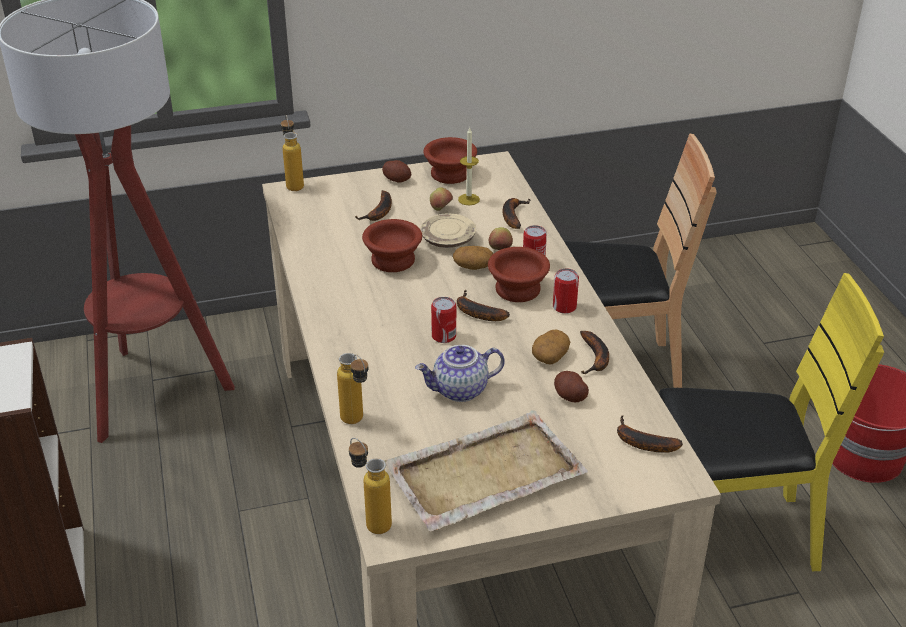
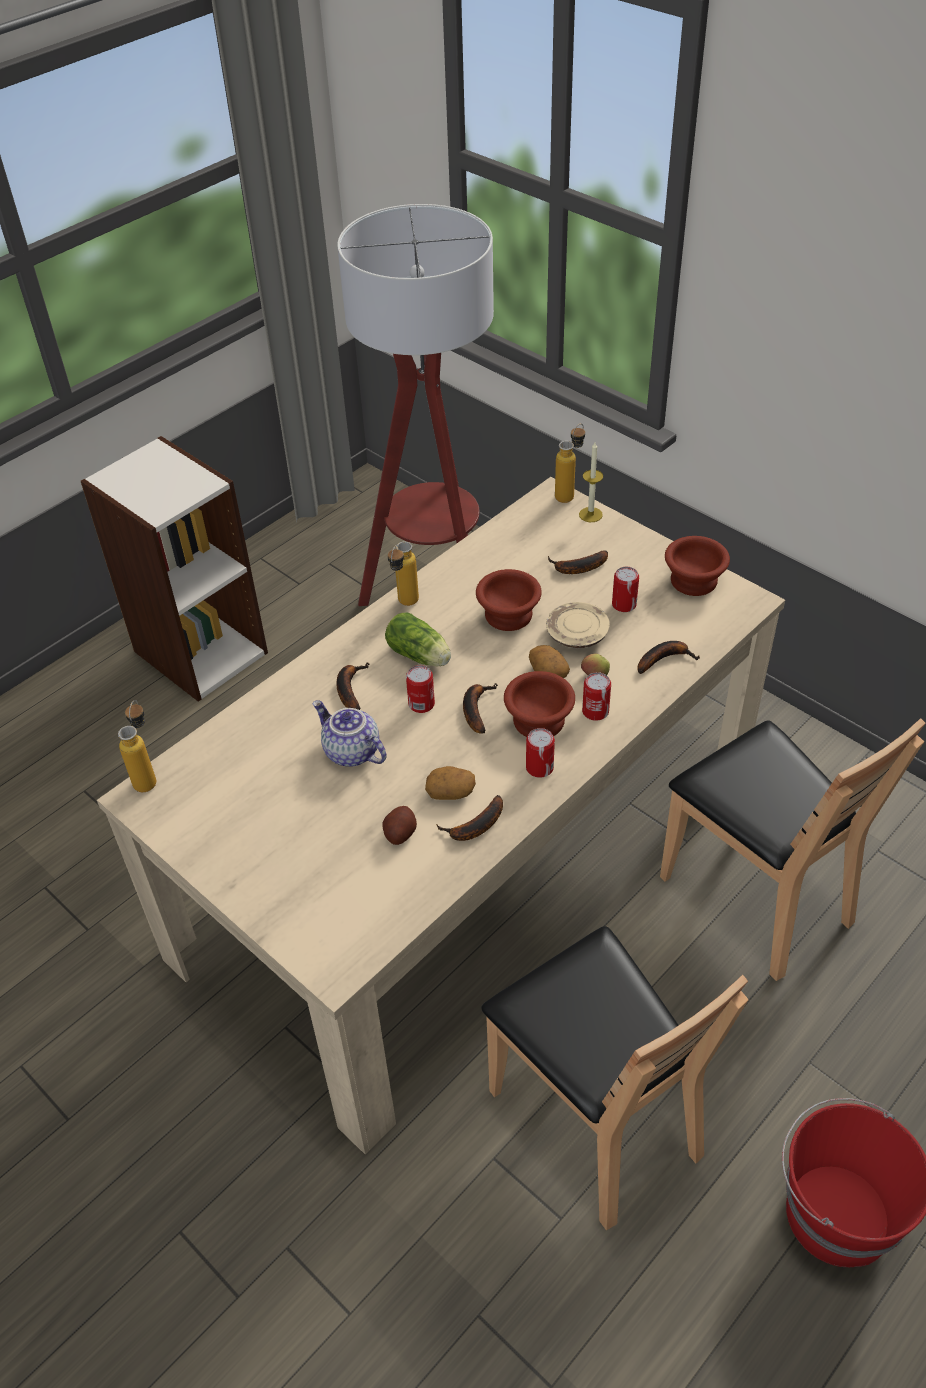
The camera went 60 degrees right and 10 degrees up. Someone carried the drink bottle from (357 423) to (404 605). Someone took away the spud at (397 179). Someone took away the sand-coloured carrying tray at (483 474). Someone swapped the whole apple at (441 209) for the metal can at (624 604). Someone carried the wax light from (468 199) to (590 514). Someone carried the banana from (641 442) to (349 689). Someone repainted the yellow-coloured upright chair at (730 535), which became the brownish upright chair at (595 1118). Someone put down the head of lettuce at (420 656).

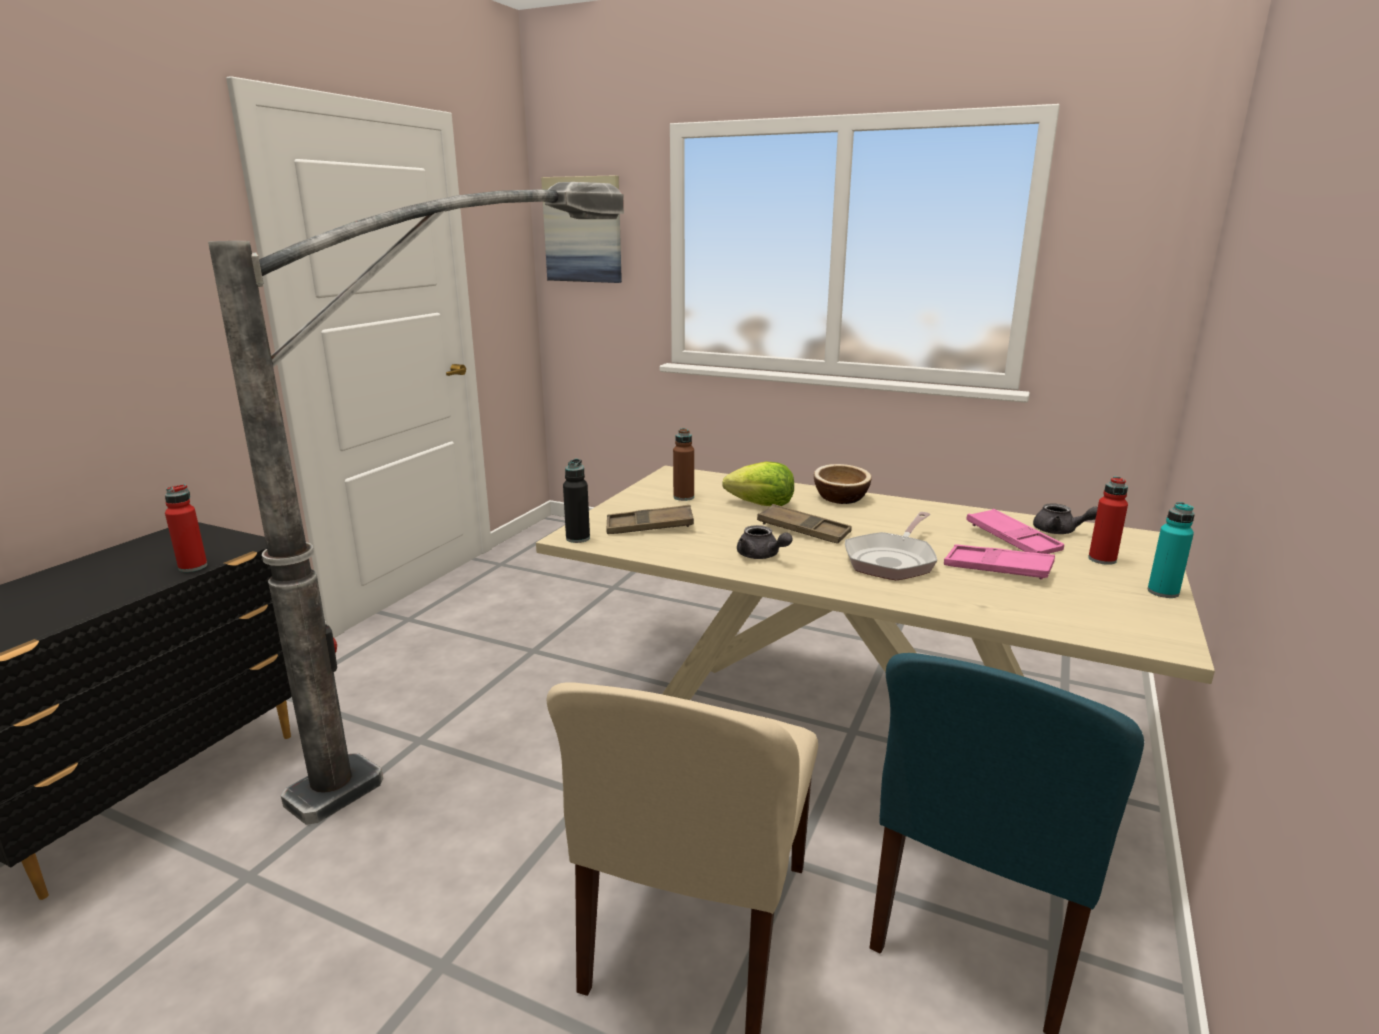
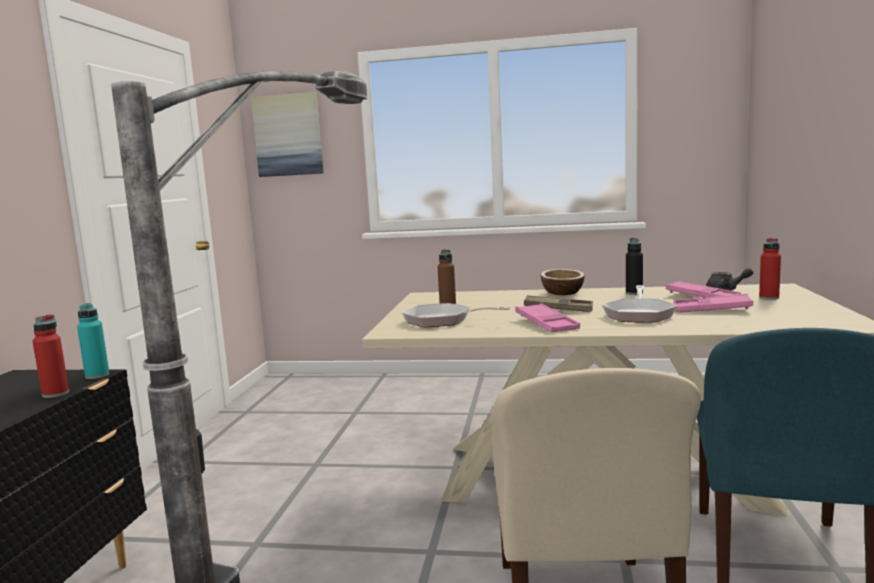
The camera went 15 degrees left and 10 degrees down. Someone carried the black drink bottle from (578 538) to (634 293). Someone swapped the brownish carrying tray at (649 527) for the skillet at (442 321). Someone took away the head of lettuce at (761 505). Someone swapped the gray pot for tea at (761 556) for the pink carrying tray at (546 324). Someone carried the turquoise-coloured drink bottle from (1163 592) to (97 376).

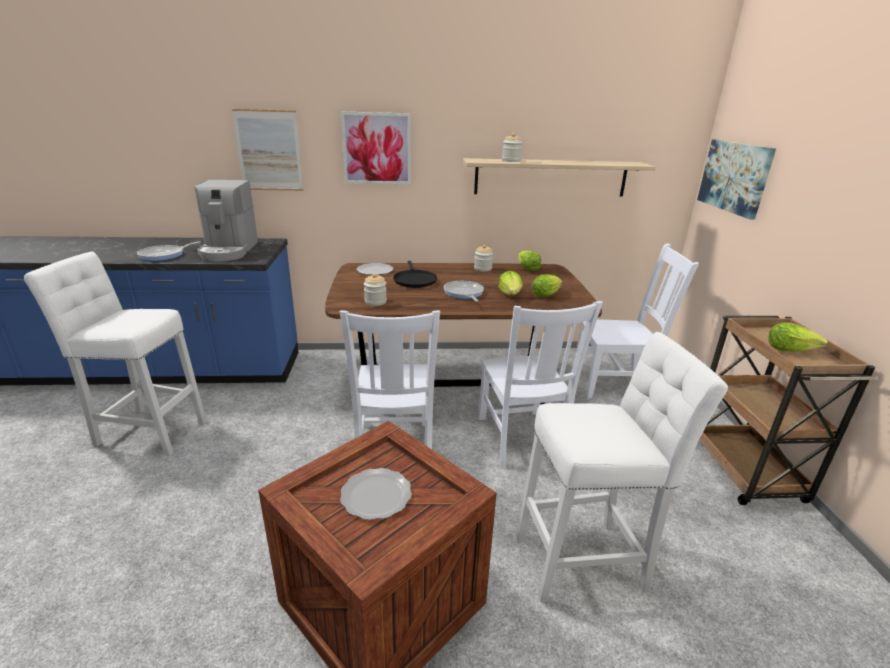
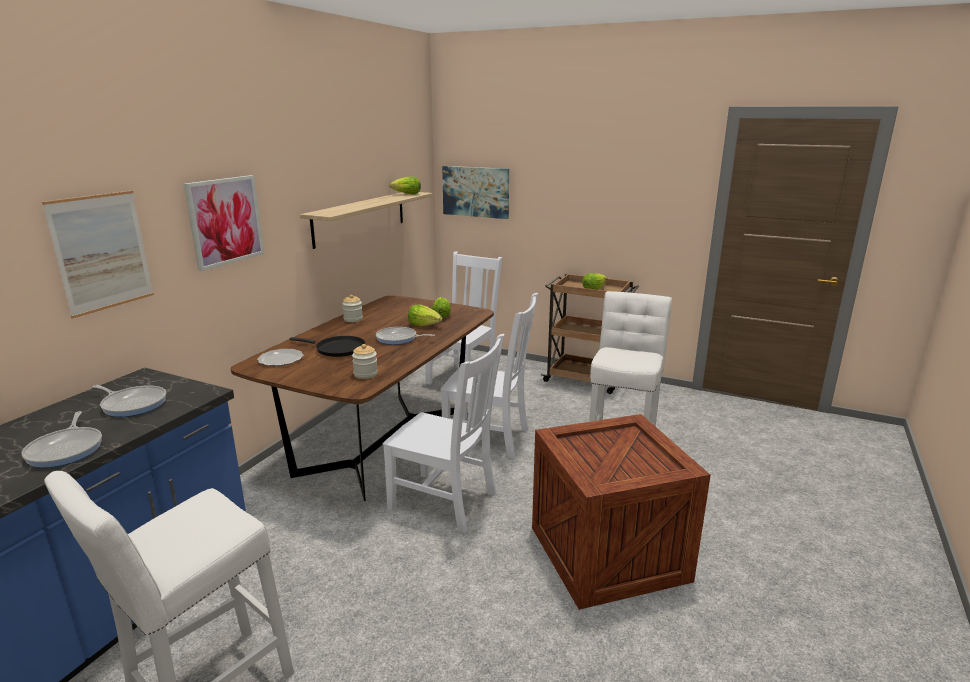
The camera went 60 degrees left and 5 degrees down. Someone swapped the coffee maker at (229 250) for the skillet at (133 404). Someone took away the dinner plate at (375 496). Someone took away the preserve jar at (511 161). Someone carried the head of lettuce from (527 268) to (406 194).

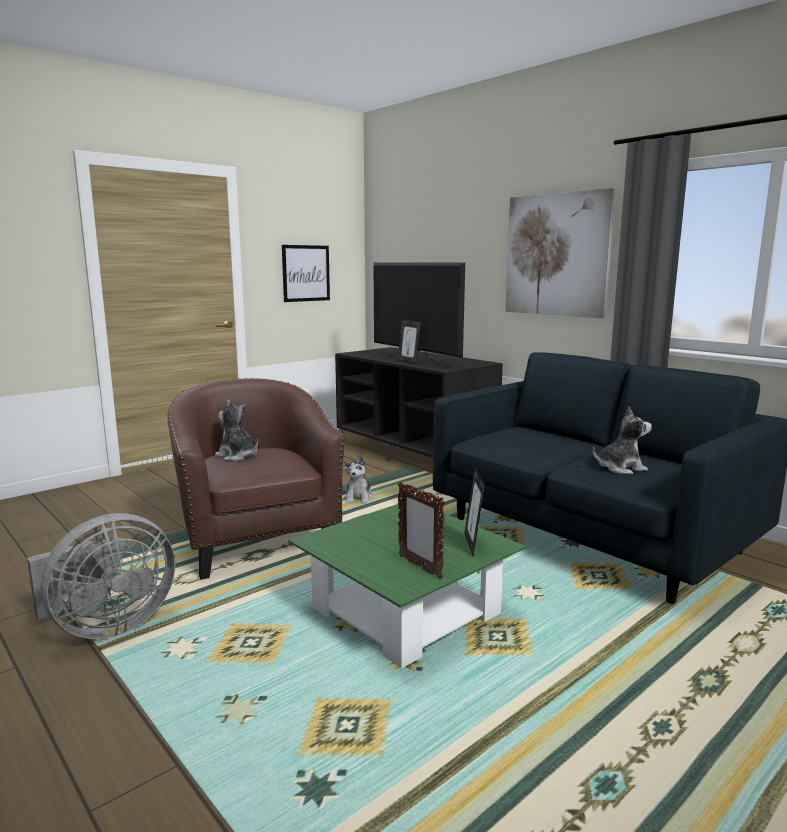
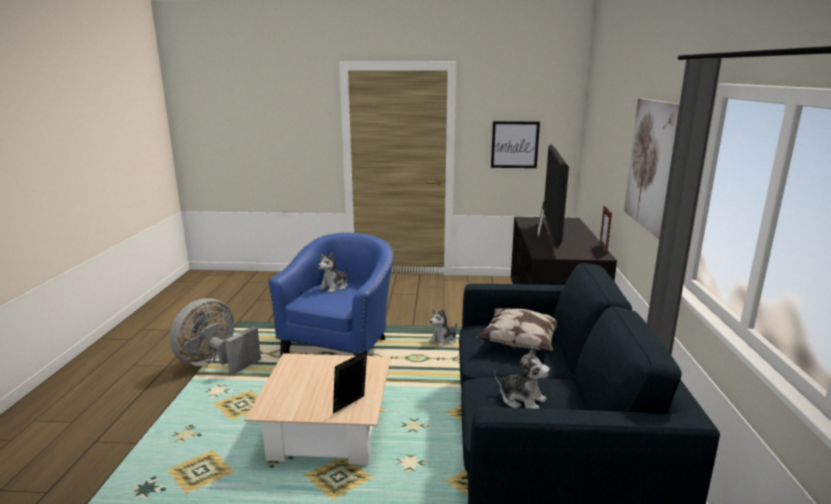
The camera went 45 degrees right and 5 degrees up. Someone rotated the gray electric fan at (107 626) by 120 degrees clockwise. Someone repainted the brownish armchair at (257 541), which became the bluish armchair at (341 346). Someone rotated the plush toy at (238 456) by 135 degrees counterclockwise. Someone repainted the greenish low table at (405 611), which became the sand-coloured low table at (327 431). Someone carried the photo frame from (420 567) to (603 248). Someone put down the throw pillow at (521 343).

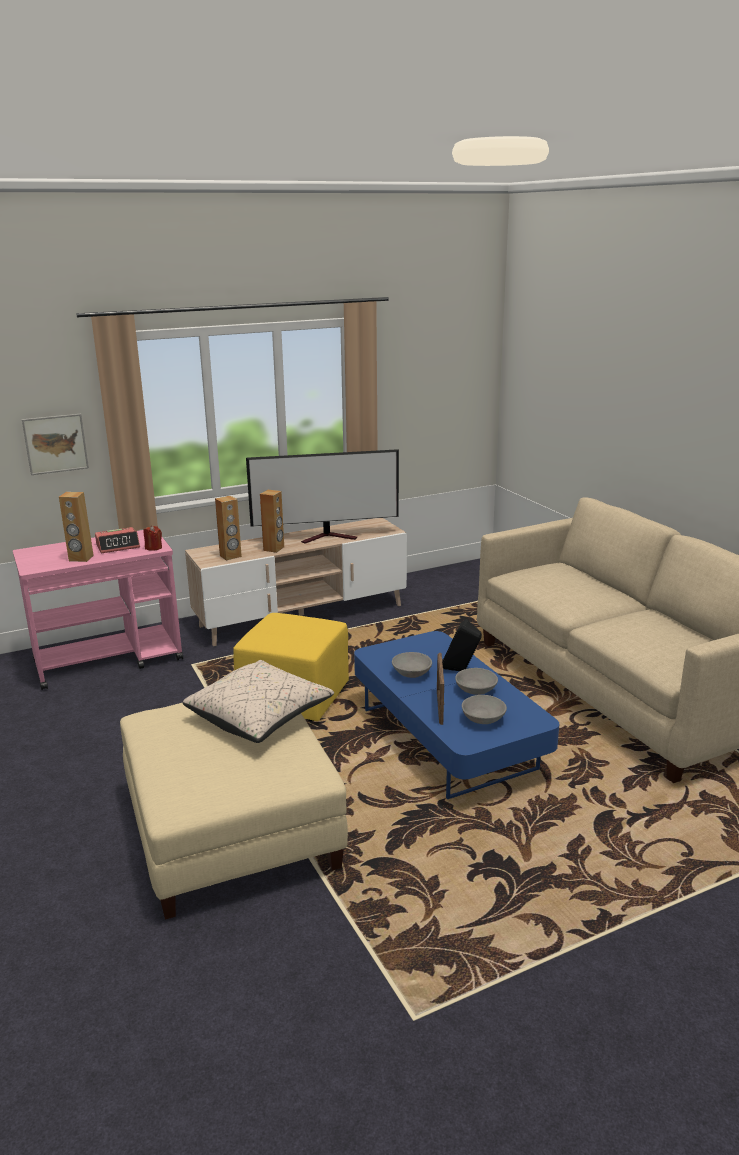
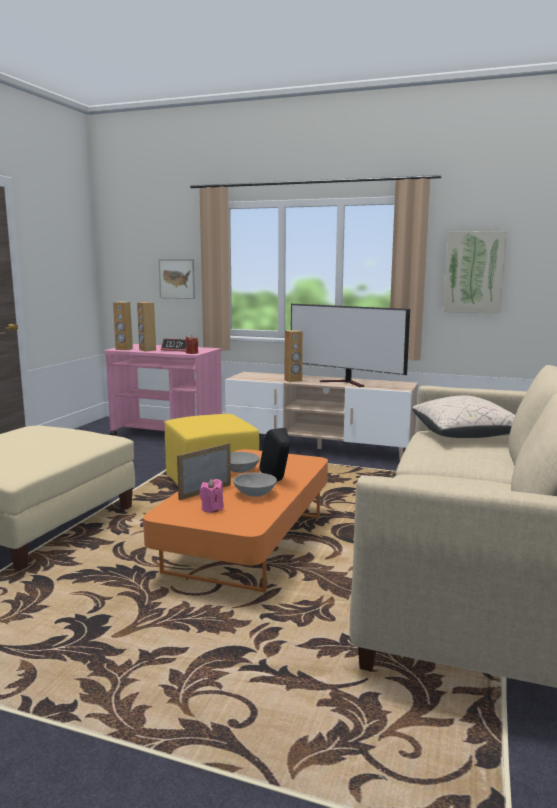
The camera went 45 degrees right and 10 degrees down. Someone carried the sand-coloured throw pillow from (260 717) to (467 435). Someone carried the brownish audio speaker from (230 556) to (124 349). Someone repainted the bluish low table at (447 739), which became the orangey low table at (247 543). Someone swapped the gray bowl at (483 719) for the pink wax light at (212 509). Someone put up the picture at (474 272).

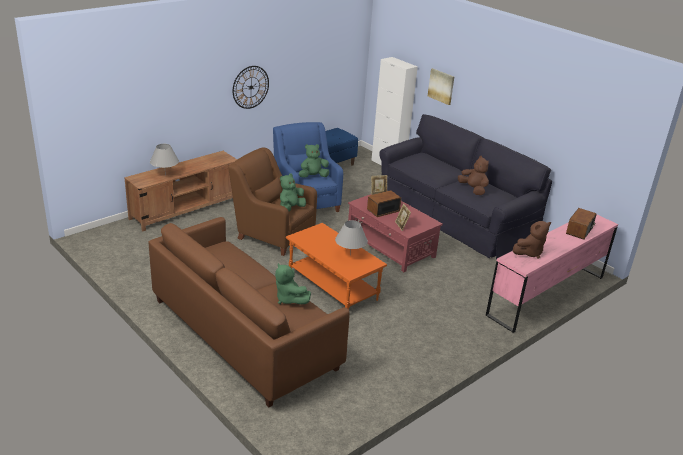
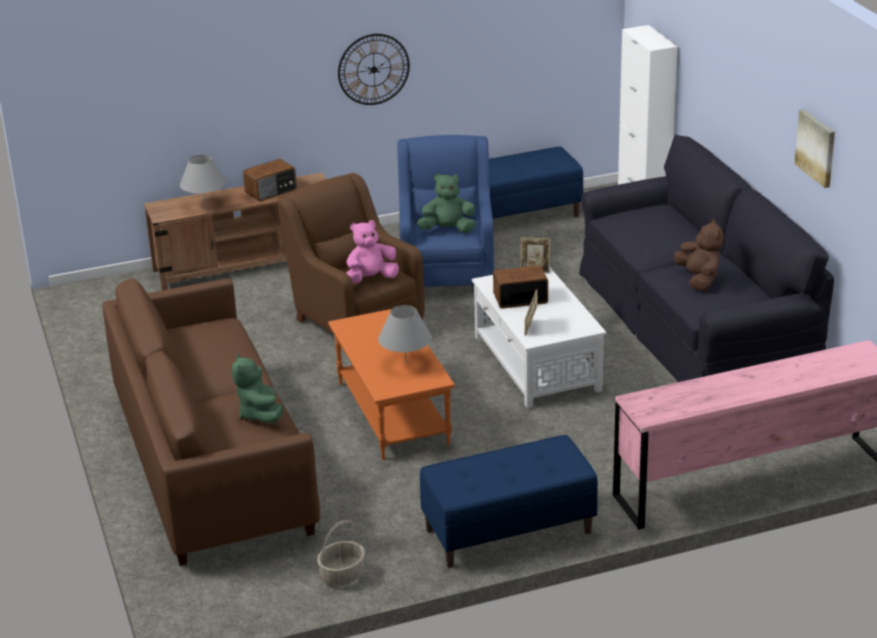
The camera went 25 degrees right and 0 degrees up. Someone repainted the greenish plush toy at (290 208), which became the pink plush toy at (370 279). Someone repainted the red-coloured low table at (390 246), which became the white low table at (537 364). Someone carried the picture from (441 86) to (816 148). Someone took away the brownish plush toy at (529 252). Someone carried the radio receiver from (580 231) to (271 191). Someone put down the storage basket at (342 574). Someone put down the bluish bench at (508 532).

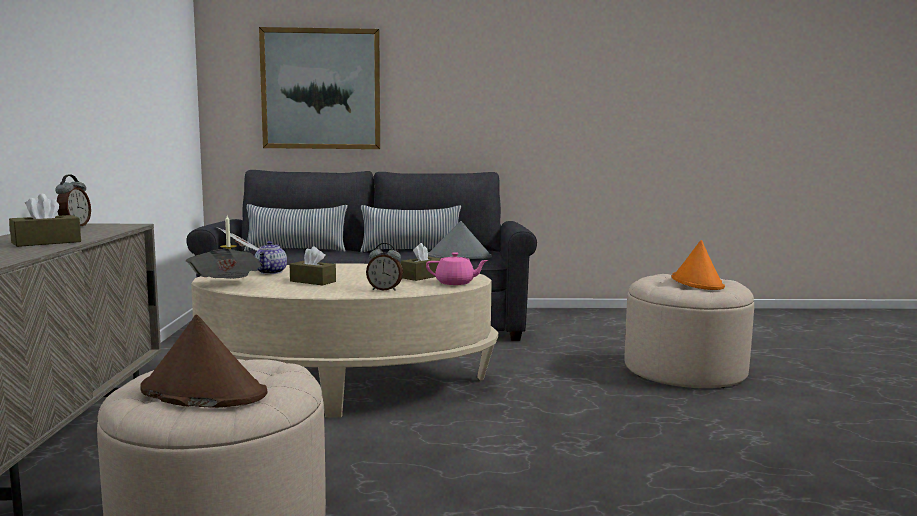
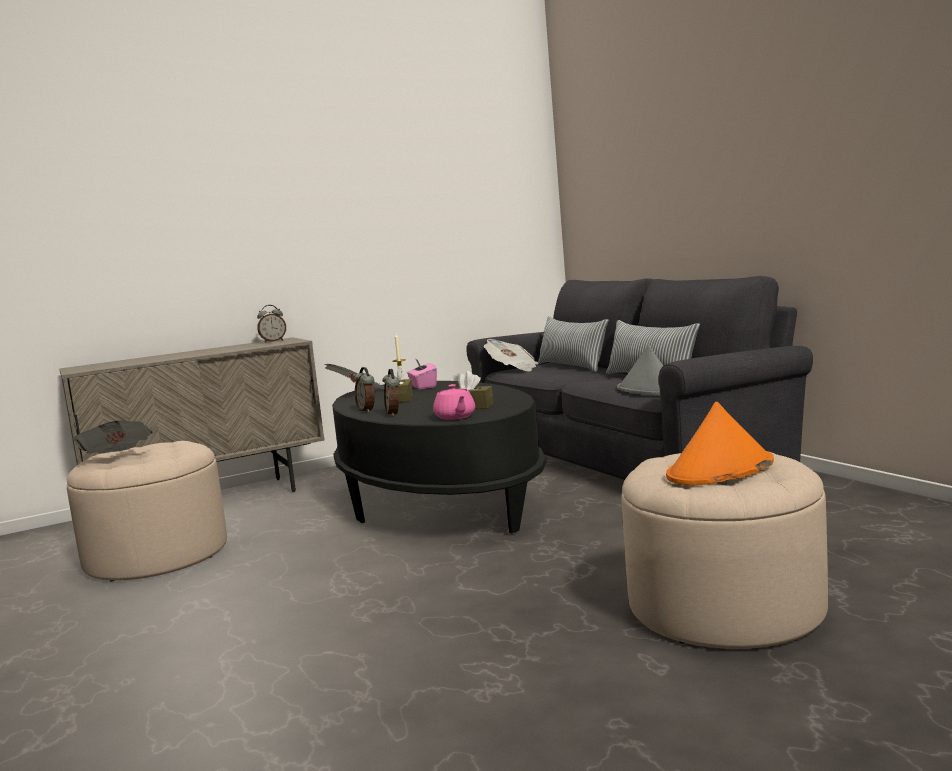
The camera went 65 degrees right and 0 degrees up. Someone took away the brownish tissue box at (46 242). Someone swapped the brownish hat at (202 392) for the newspaper at (117 457). Someone repainted the sand-coloured low table at (345 384), which became the black low table at (438 502). Someone swapped the pot for tea at (271 272) for the pink tissue box at (423 387). Someone took away the picture at (321 89). Someone put down the alarm clock at (367 410).

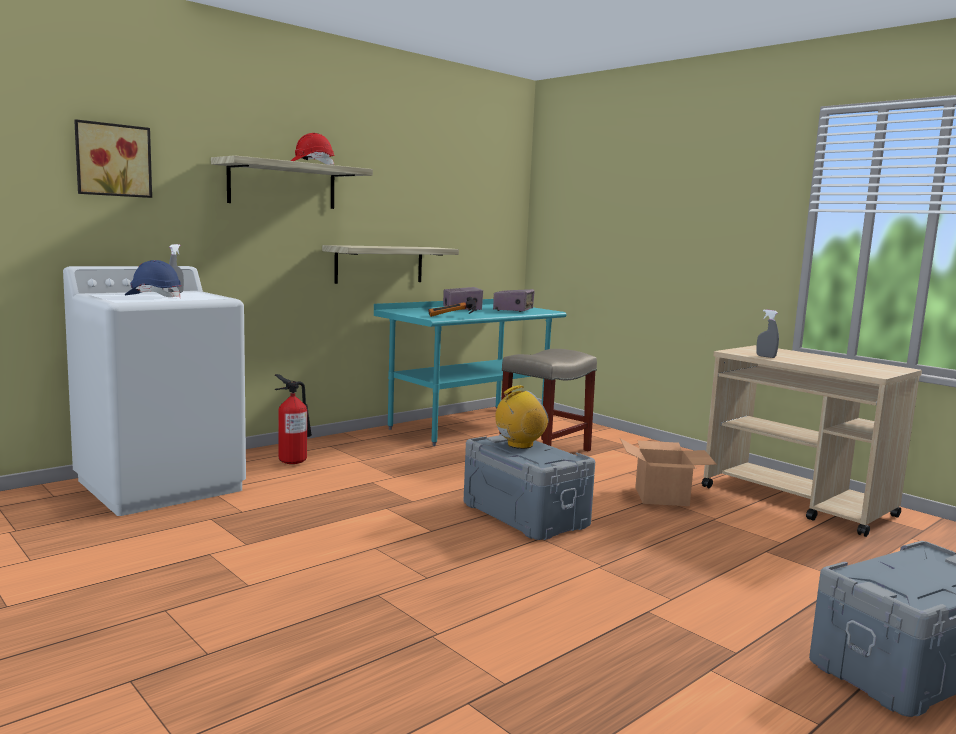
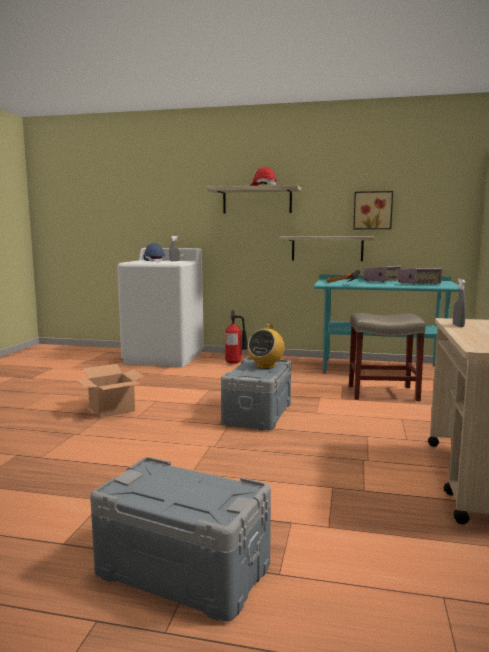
The camera went 55 degrees right and 0 degrees up. Someone carried the picture from (112 160) to (372 210). Someone rotated the radio receiver at (519 445) by 90 degrees clockwise. Someone carried the packing box from (661 496) to (112 409).

